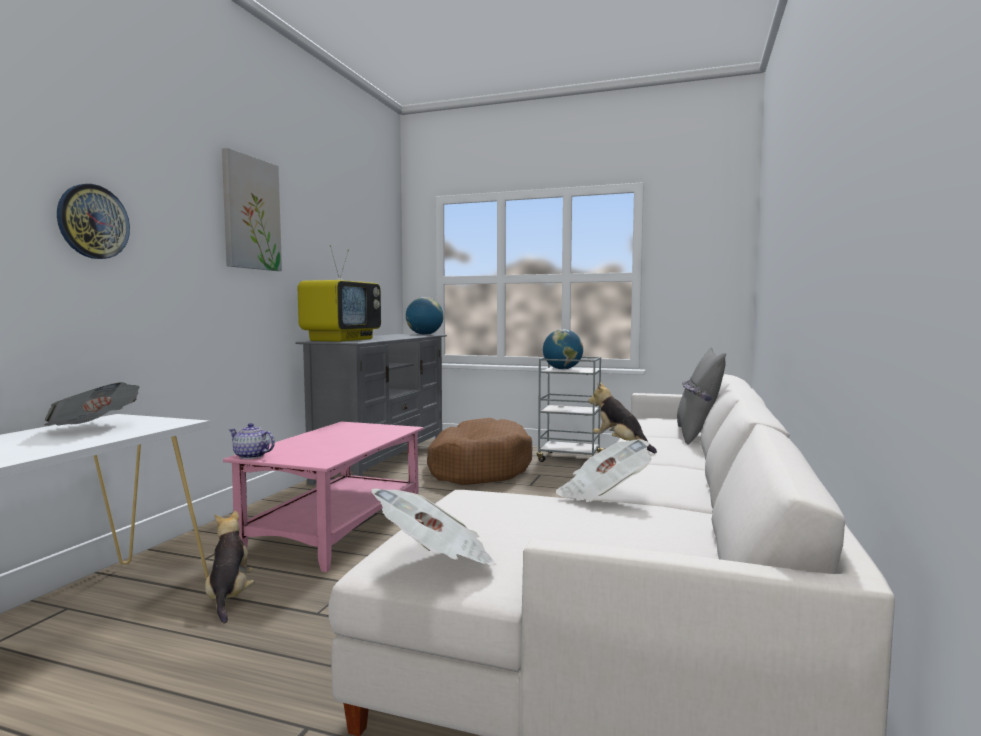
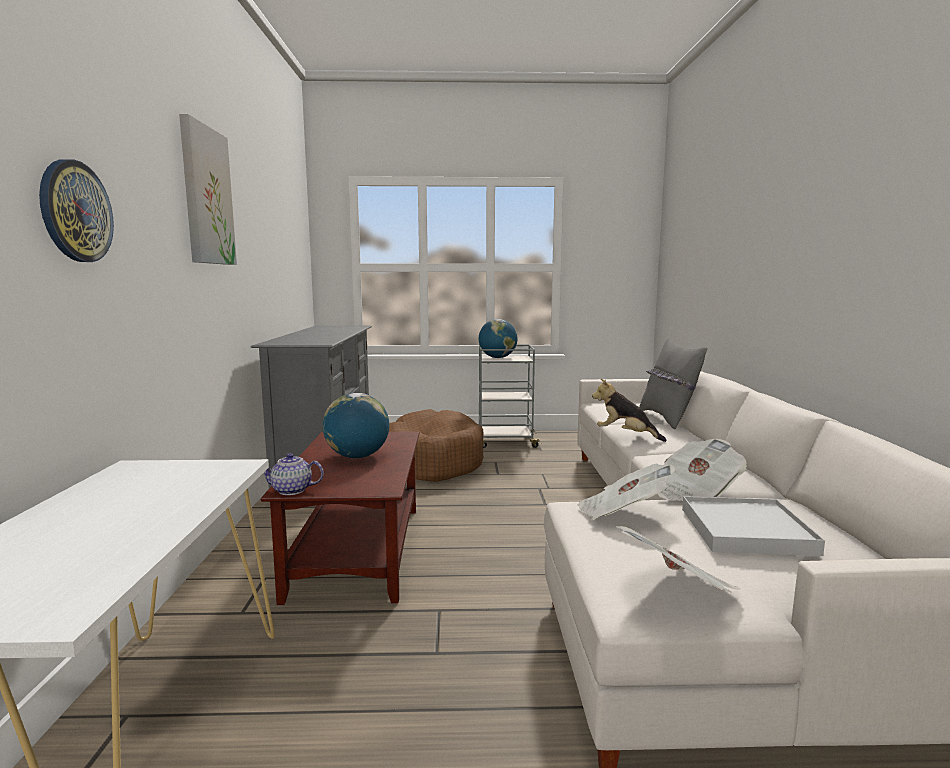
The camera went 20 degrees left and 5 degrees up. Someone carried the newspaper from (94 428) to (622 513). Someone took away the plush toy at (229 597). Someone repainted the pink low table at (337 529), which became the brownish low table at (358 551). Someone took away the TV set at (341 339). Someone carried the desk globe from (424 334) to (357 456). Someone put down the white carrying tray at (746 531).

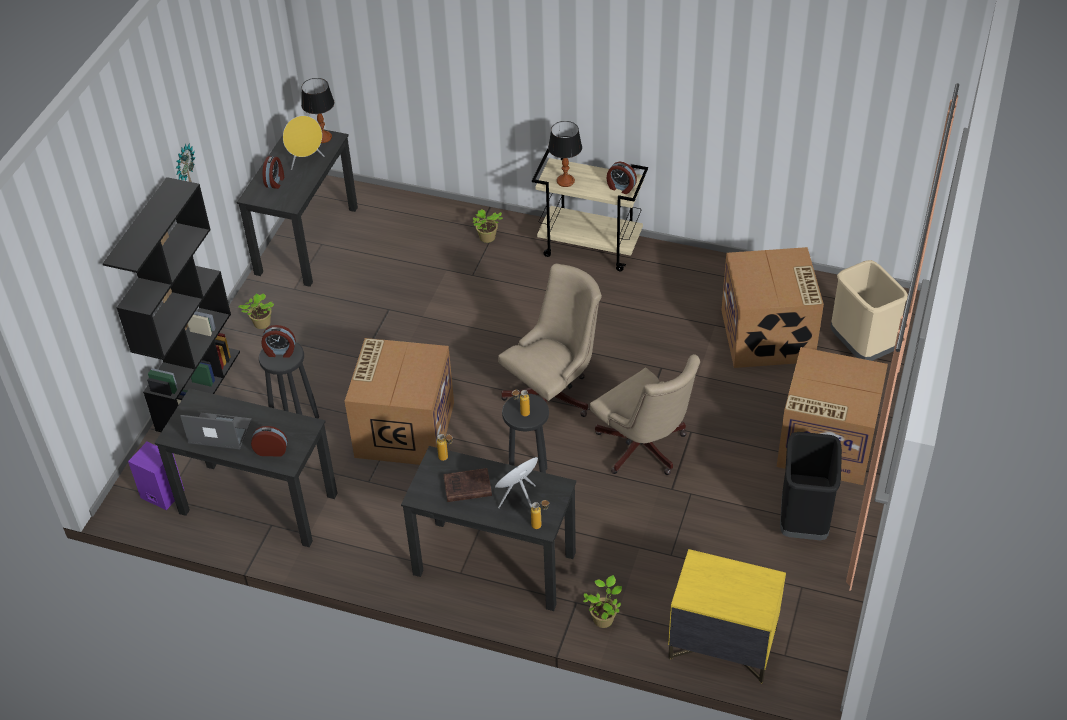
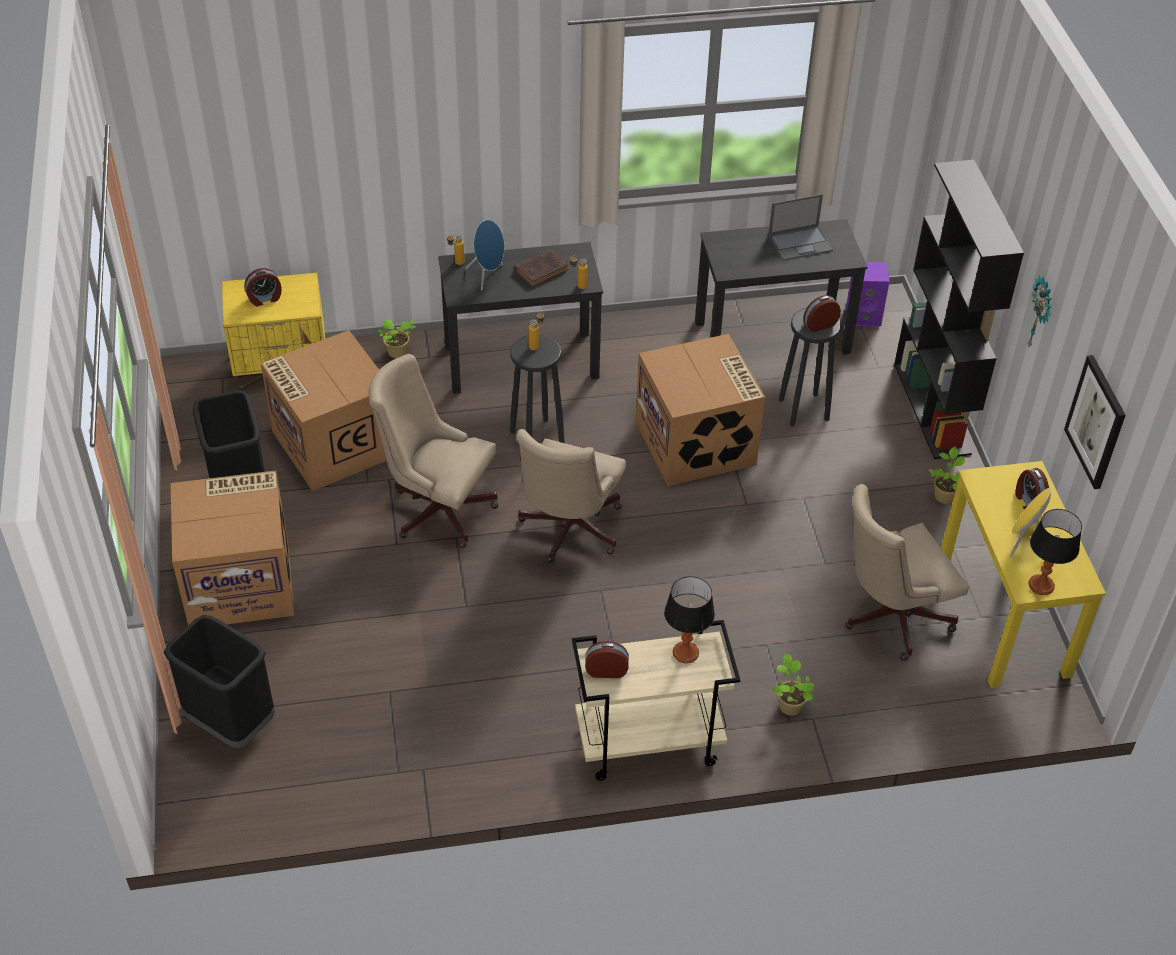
The camera went 150 degrees right and 0 degrees up. Someone repainted the black desk table at (307 240), which became the yellow-coloured desk table at (1003 616). Someone carried the alarm clock from (271 450) to (265 299). Someone carried the packing box from (768 336) to (333 443). Someone repainted the sand-coloured trash can at (860 347), which became the black trash can at (232 722). Someone put down the sand-coloured desk chair at (890 617). Someone put up the picture at (1096 422).

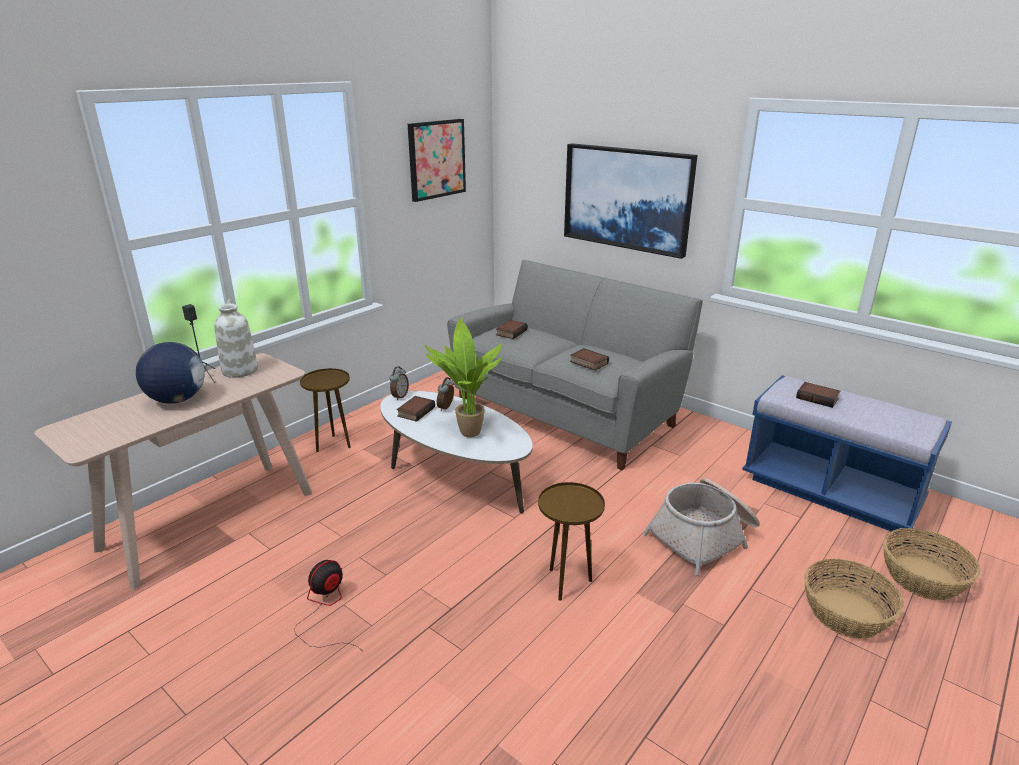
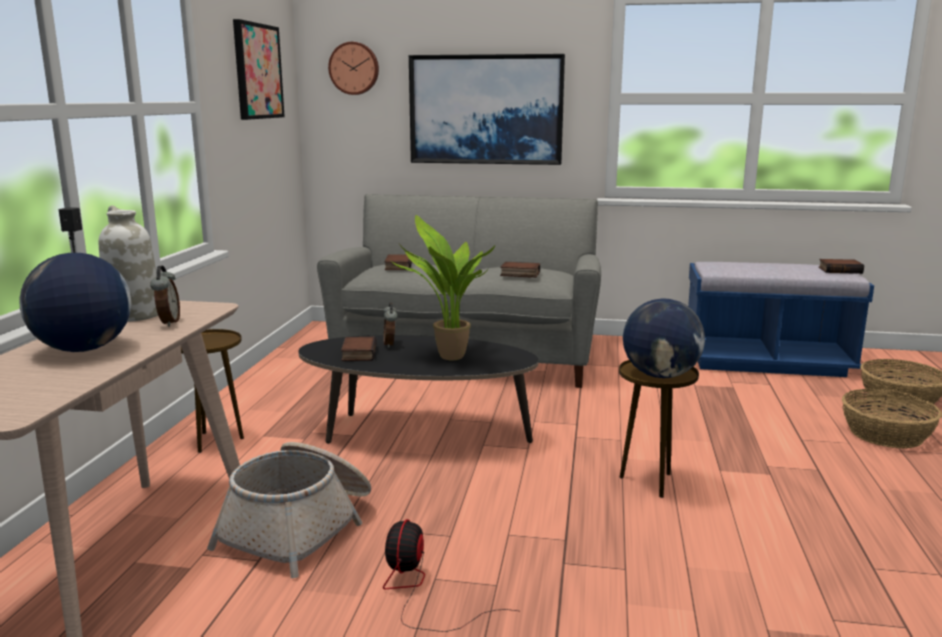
The camera went 30 degrees left and 10 degrees down. Someone repainted the white low table at (455 479), which became the black low table at (418 434). Someone carried the alarm clock from (399 396) to (168 322). Someone carried the storage basket from (704 537) to (300 527). Someone carried the volume from (818 398) to (840 270). Someone put up the hanging clock at (354 68). Someone put down the desk globe at (661 375).

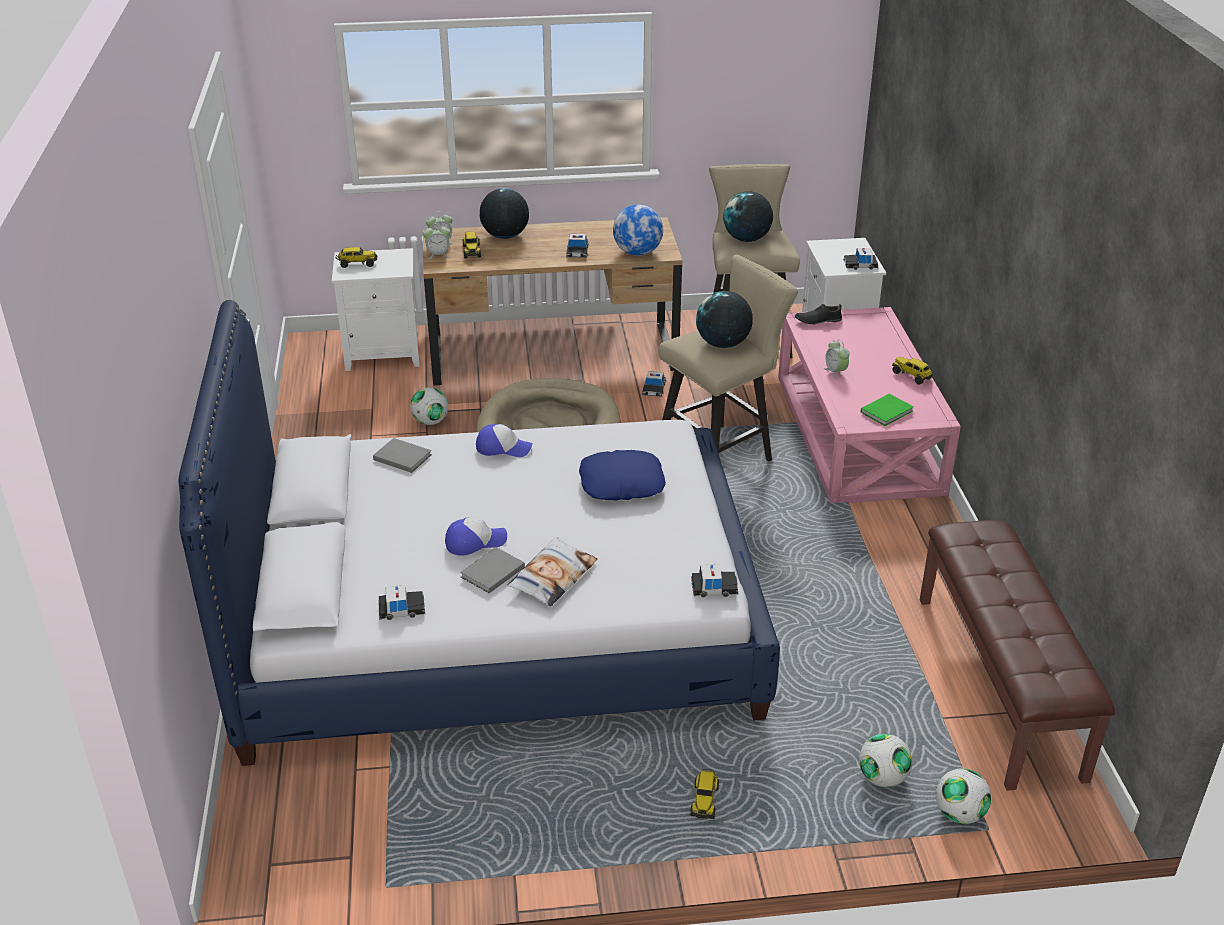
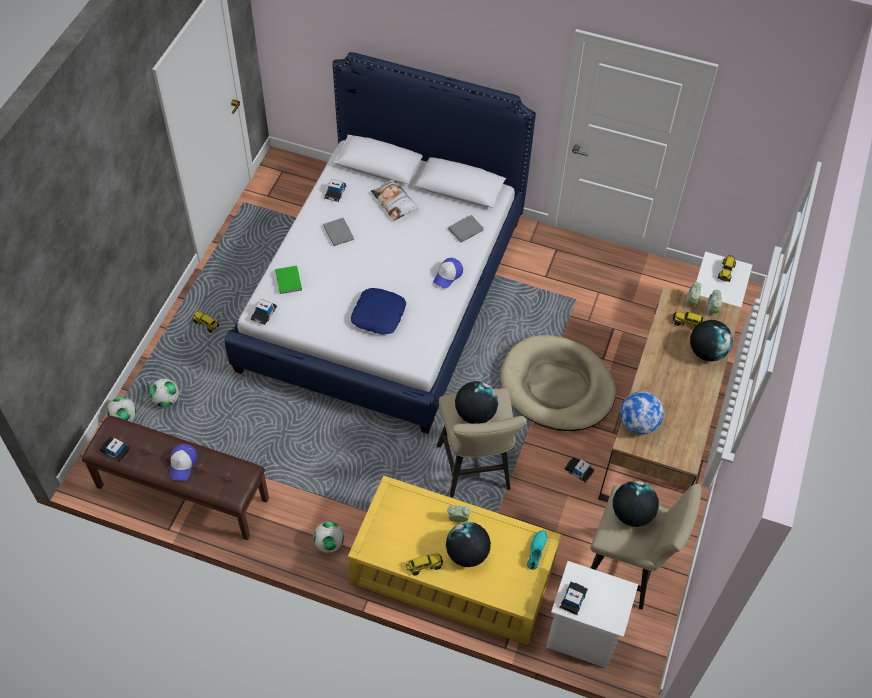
The camera went 115 degrees right and 20 degrees up. Someone carried the football from (430 421) to (329 543). Someone carried the baseball cap from (475 542) to (183 464). Someone carried the throw pillow from (552 577) to (394 202). Someone carried the model car from (577 251) to (115 450). Someone repainted the pink low table at (859 433), which became the yellow-coloured low table at (452 573). Someone repainted the black low shoe at (818 320), which became the turquoise-coloured low shoe at (537 551). Someone carried the greenish volume from (888 411) to (288 281). Someone put down the desk globe at (467 554).

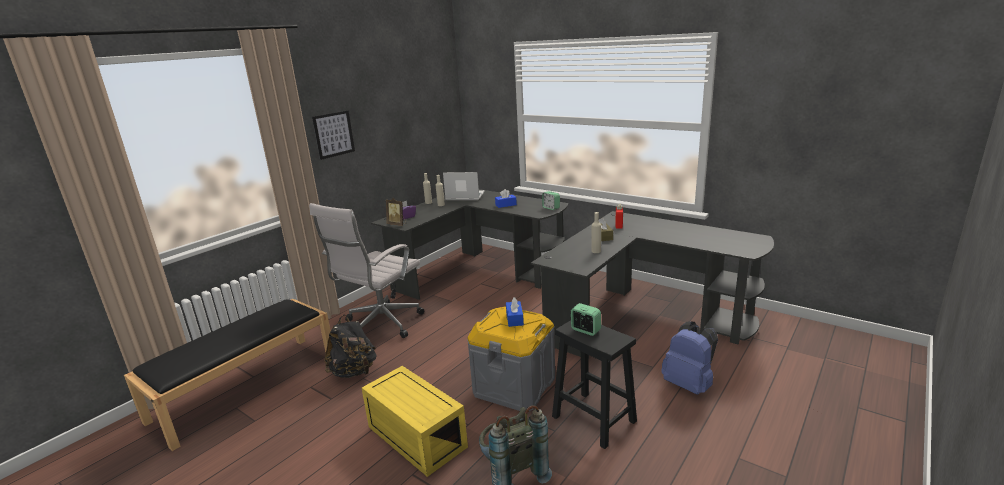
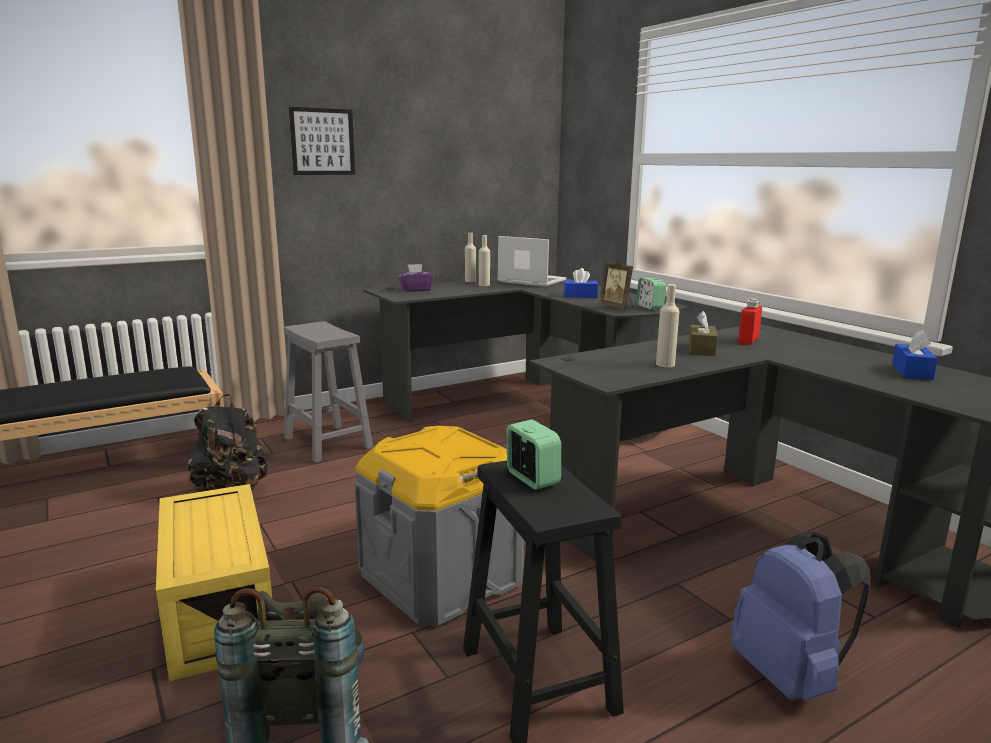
The camera went 20 degrees right and 5 degrees down. Someone swapped the white desk chair at (380 325) for the gray sitting stool at (326 442). Someone carried the photo frame from (397 224) to (617 307). Someone carried the bluish tissue box from (514 319) to (912 371).

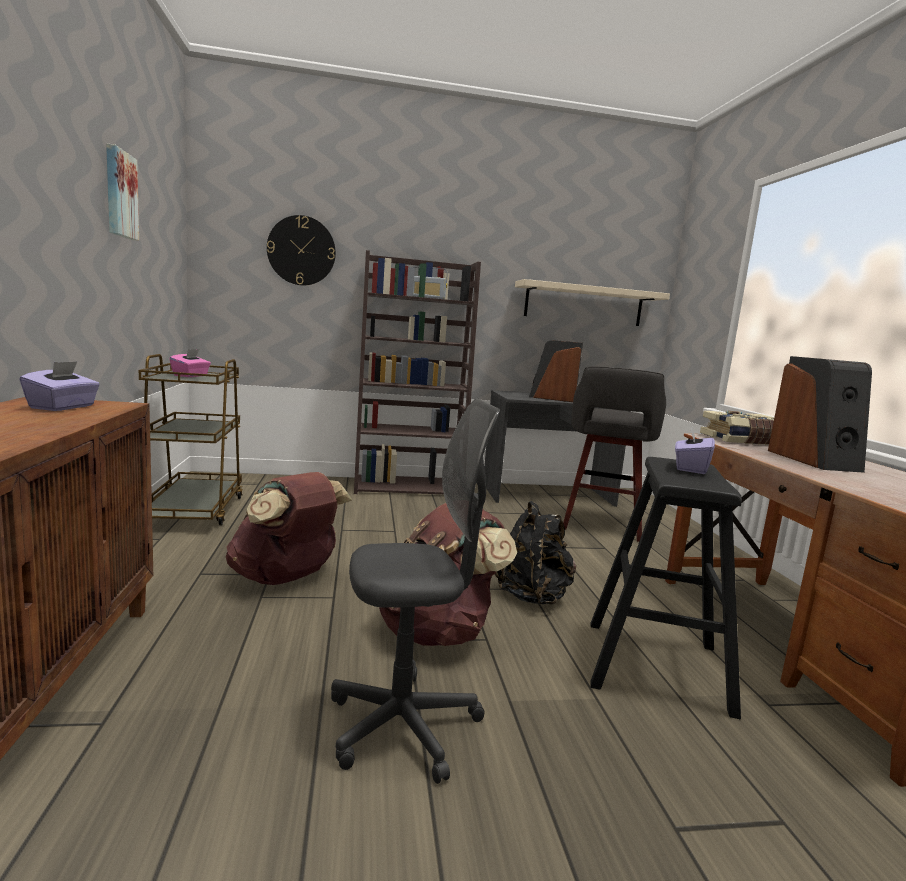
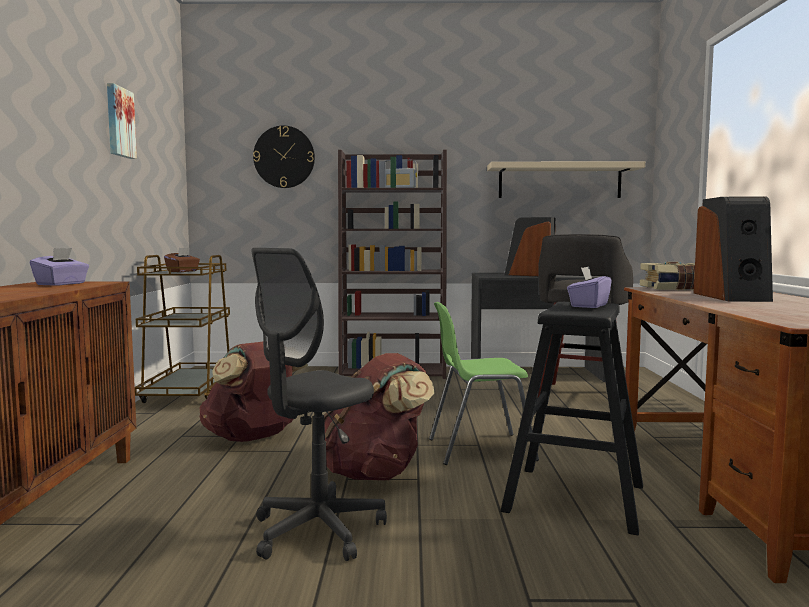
The camera went 10 degrees right and 5 degrees down. Someone repainted the pink tissue box at (191 376), which became the brownish tissue box at (182 271). Someone rotated the gray desk chair at (403 726) by 135 degrees clockwise. Someone swapped the black rucksack at (533 595) for the greenish upright chair at (479 449).

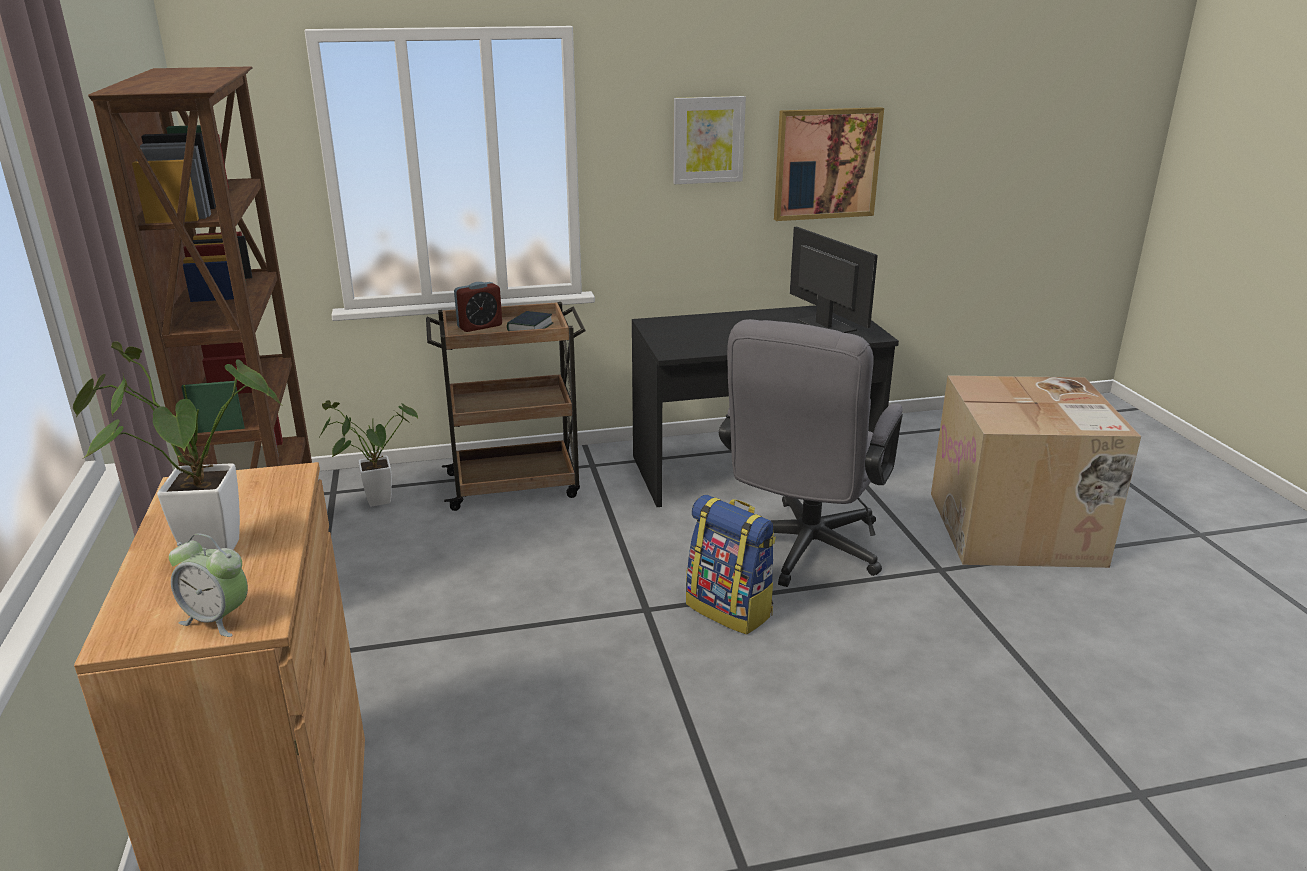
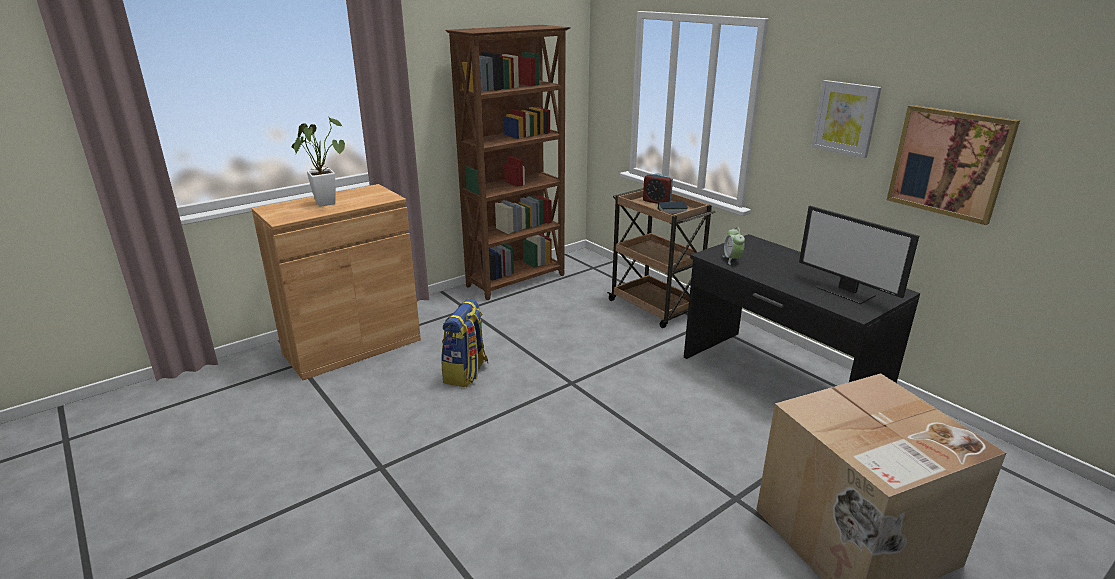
The camera went 65 degrees right and 0 degrees up. Someone carried the alarm clock from (217 619) to (732 260). Someone took away the potted plant at (372 501). Someone carried the rucksack from (730 609) to (466 373). Someone took away the gray desk chair at (802 553). Someone rotated the monitor at (825 325) by 105 degrees clockwise.

